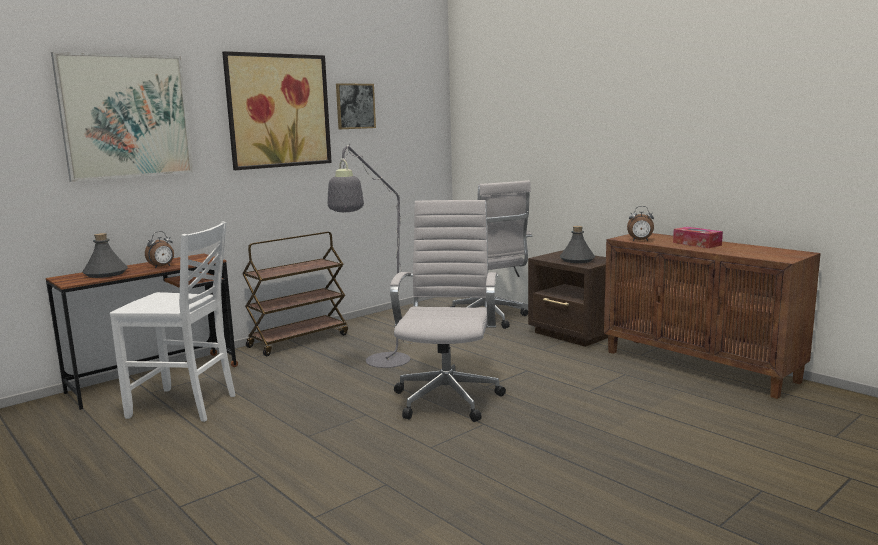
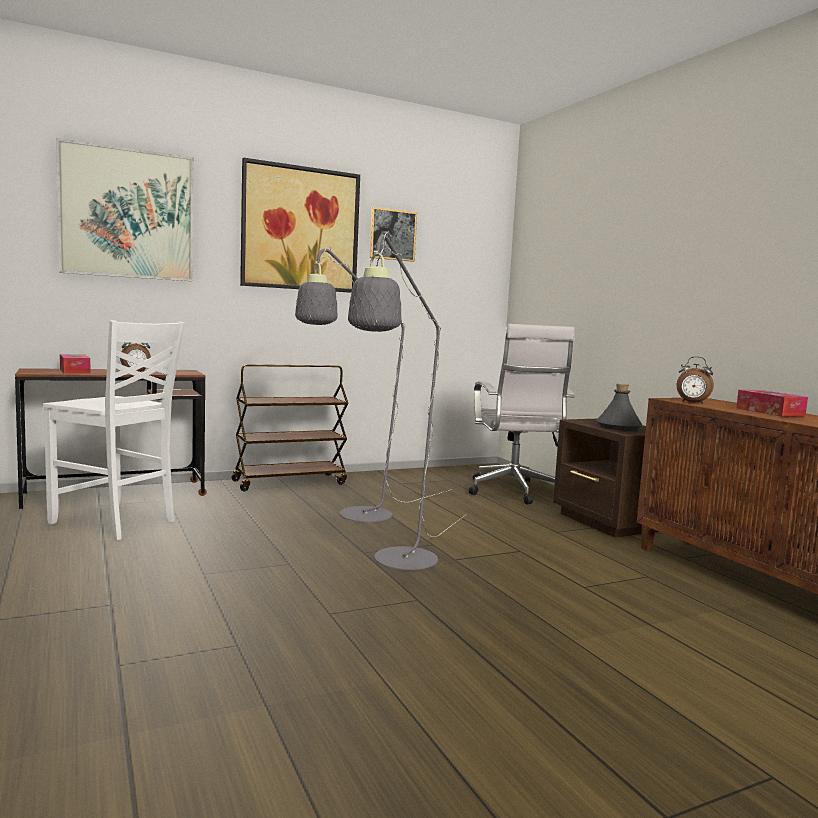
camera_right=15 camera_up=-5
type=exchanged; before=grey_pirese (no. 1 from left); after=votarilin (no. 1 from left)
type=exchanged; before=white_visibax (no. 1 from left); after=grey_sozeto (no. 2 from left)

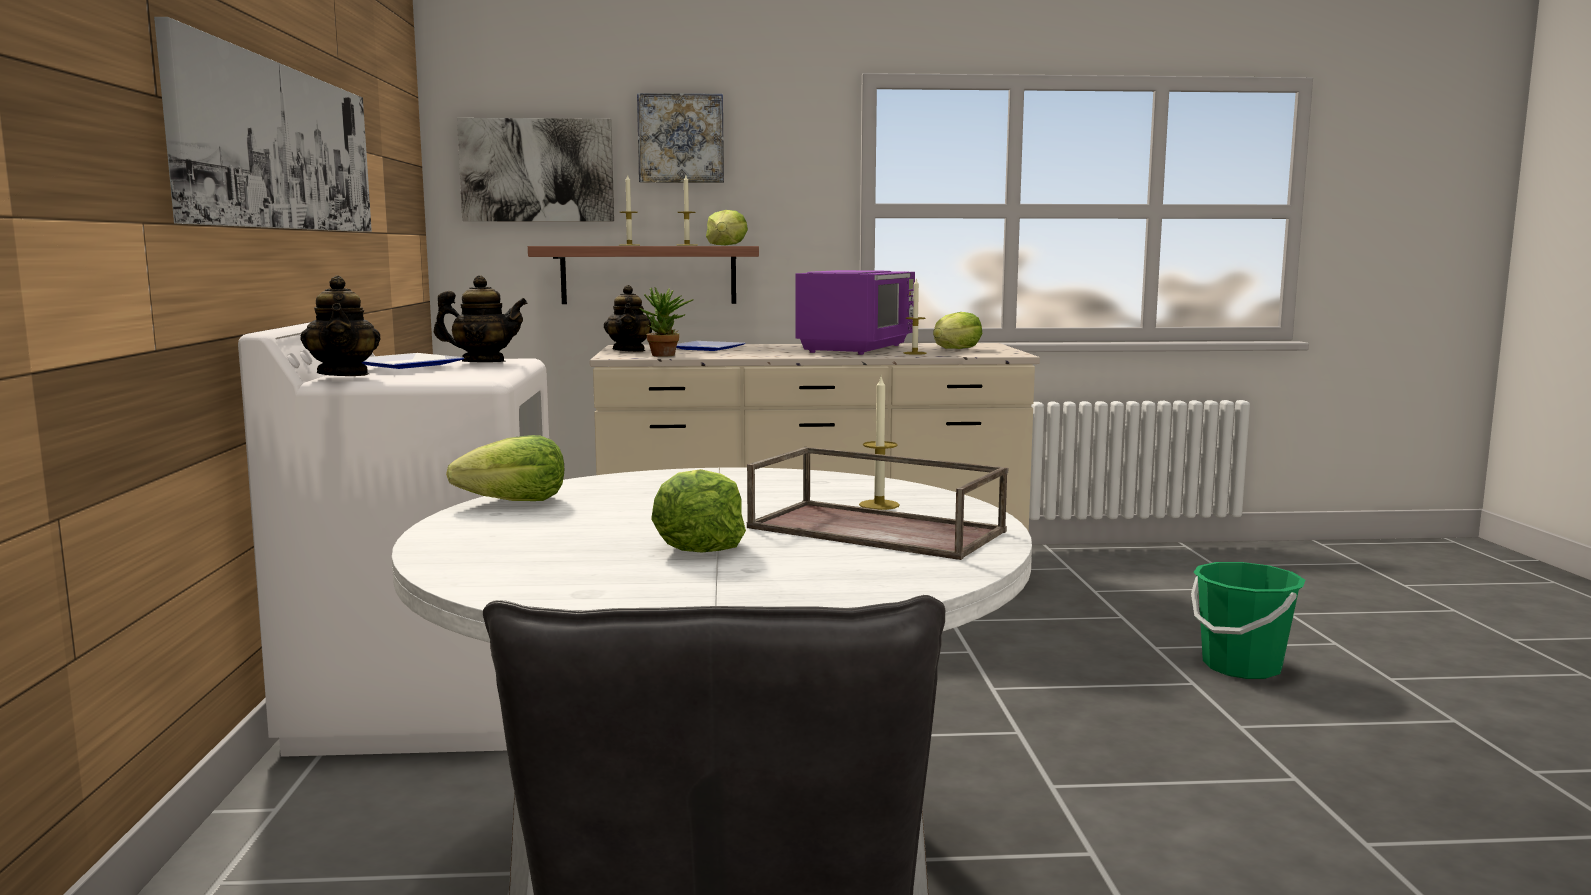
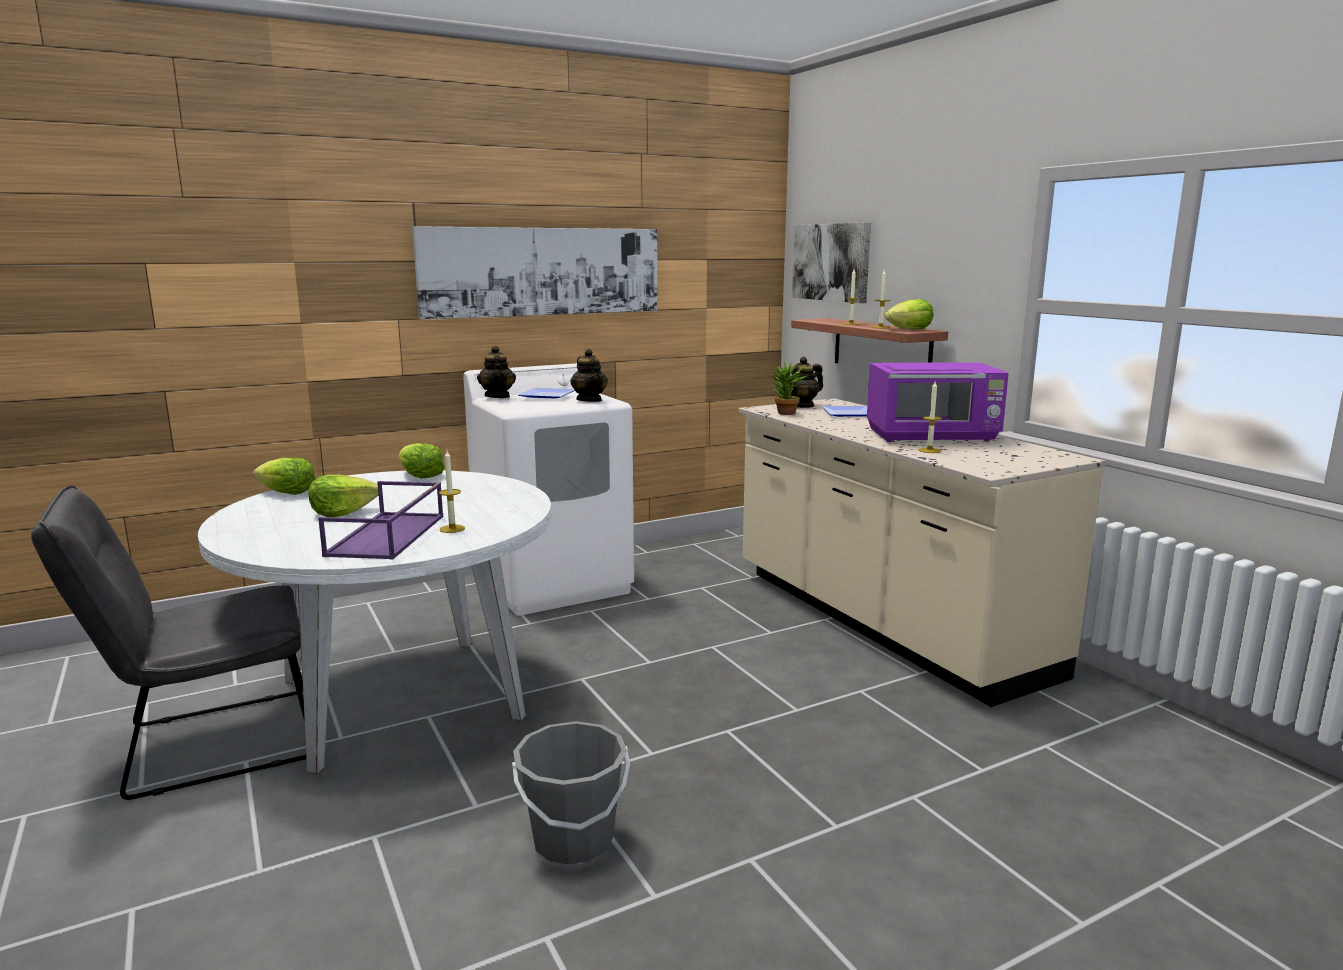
camera_right=65 camera_up=5
type=spun; before=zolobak (no. 1 from left); turn=-60
type=missing; before=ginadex (no. 3 from left)
type=colour; before=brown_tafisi; after=purple_tafisi
type=relocated; before=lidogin (no. 4 from left in the first image); after=lidogin (no. 1 from left)
type=missing; before=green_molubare
type=appeared; after=grey_molubare

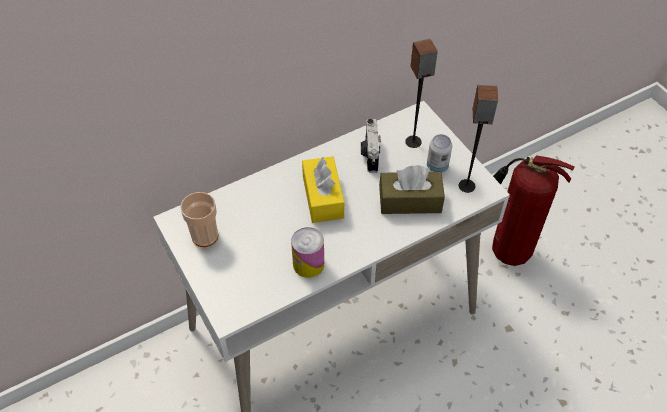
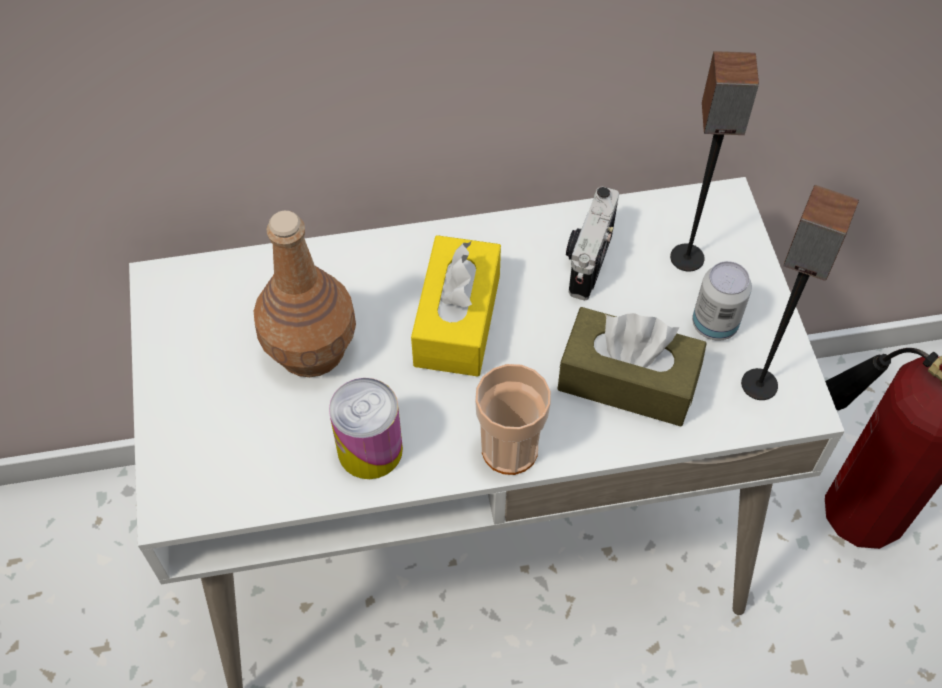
camera_right=20 camera_up=5
type=relocated; before=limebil
type=appeared; after=brown_pirese

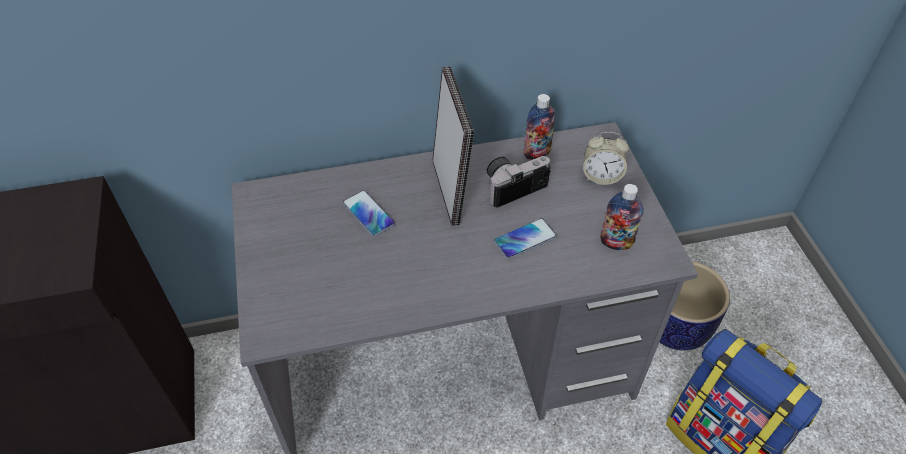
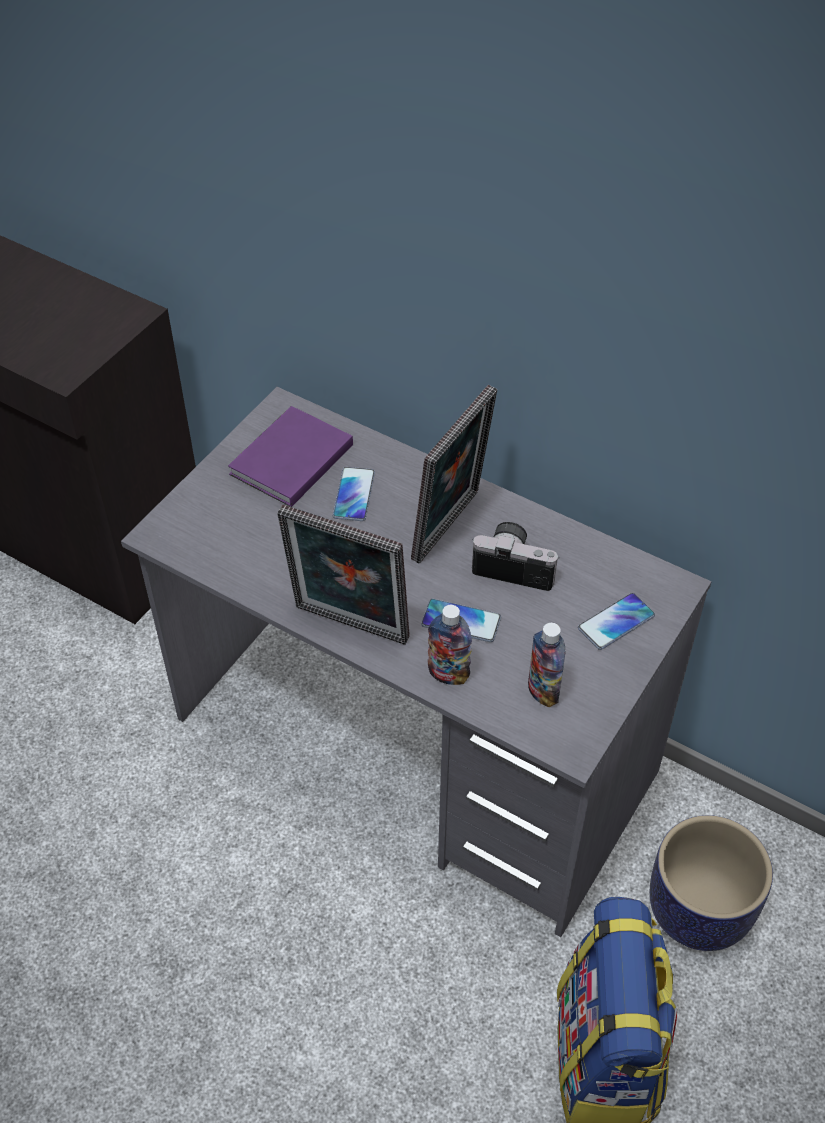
camera_right=45 camera_up=0
type=relocated; before=pirese (no. 1 from left)
type=exchanged; before=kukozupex; after=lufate (no. 3 from left)
type=appeared; after=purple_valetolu
type=appeared; after=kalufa (no. 1 from left)

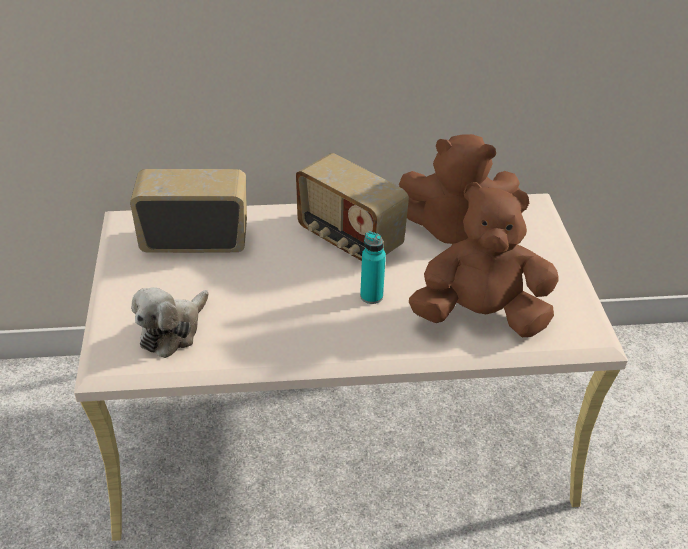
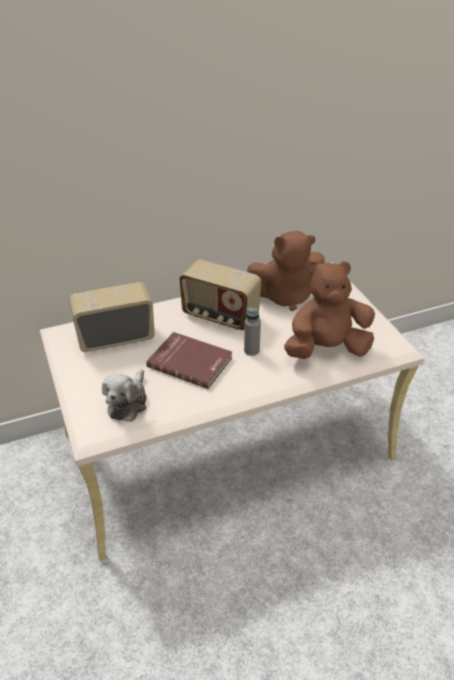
camera_right=-15 camera_up=0
type=colour; before=turquoise_pirese; after=grey_pirese
type=appeared; after=red_valetolu

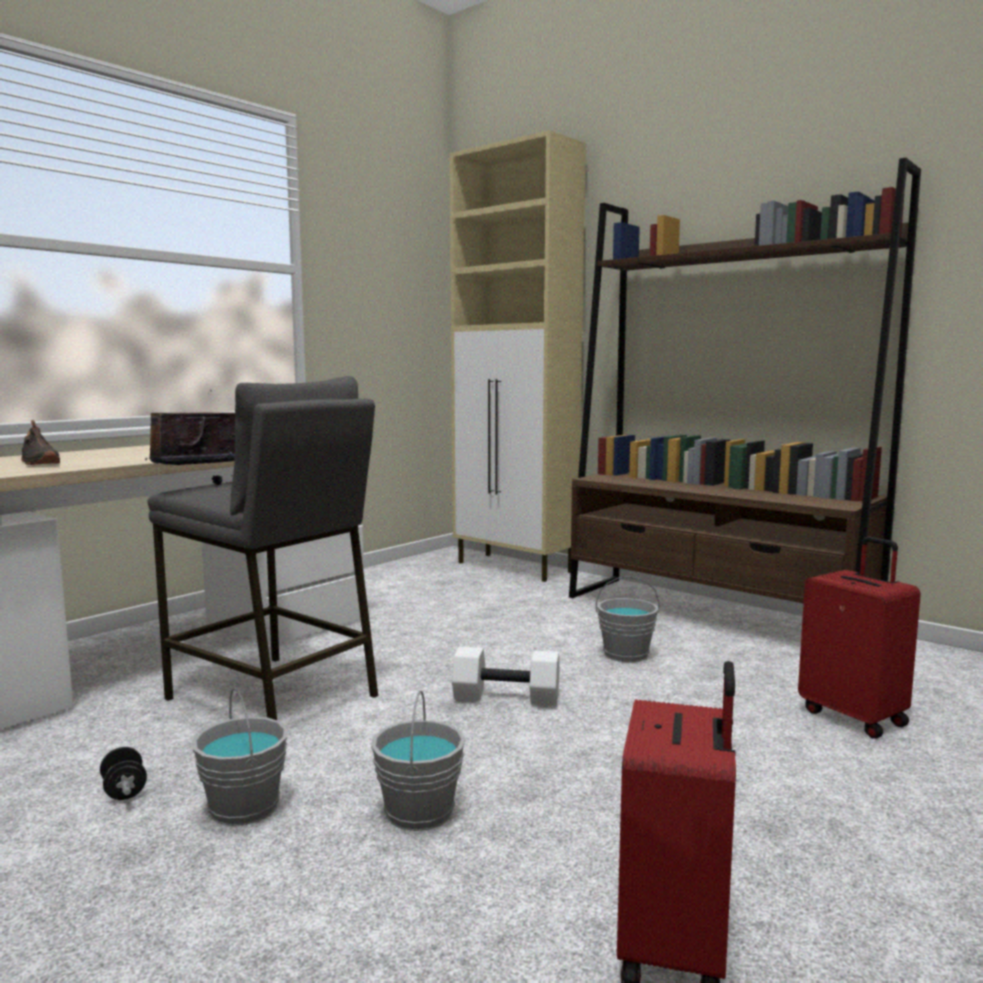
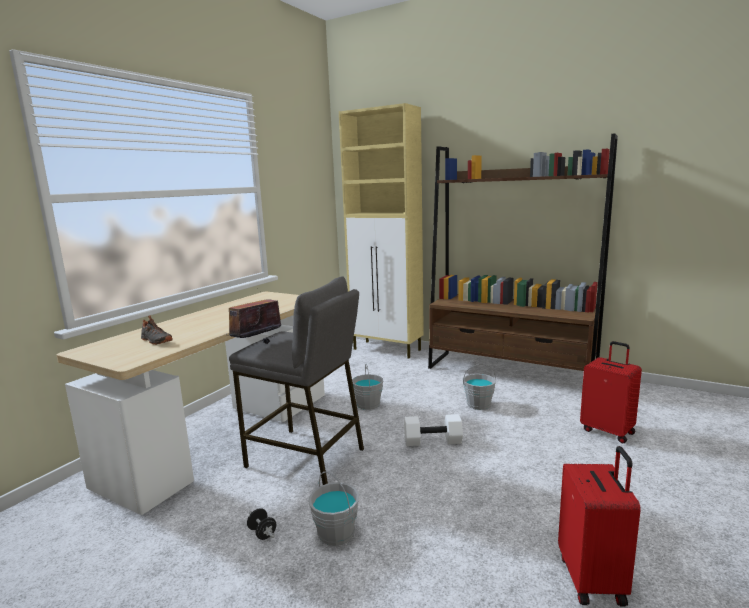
camera_right=-10 camera_up=5
type=relocated; before=grey_molubare (no. 2 from left)

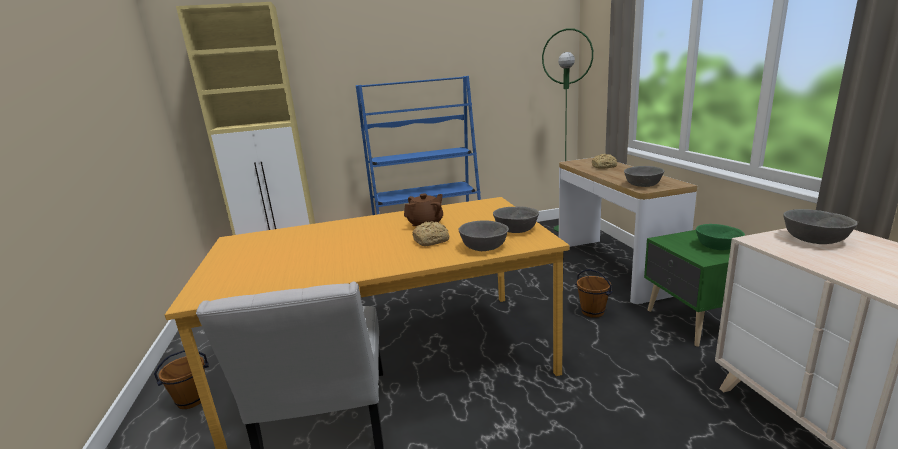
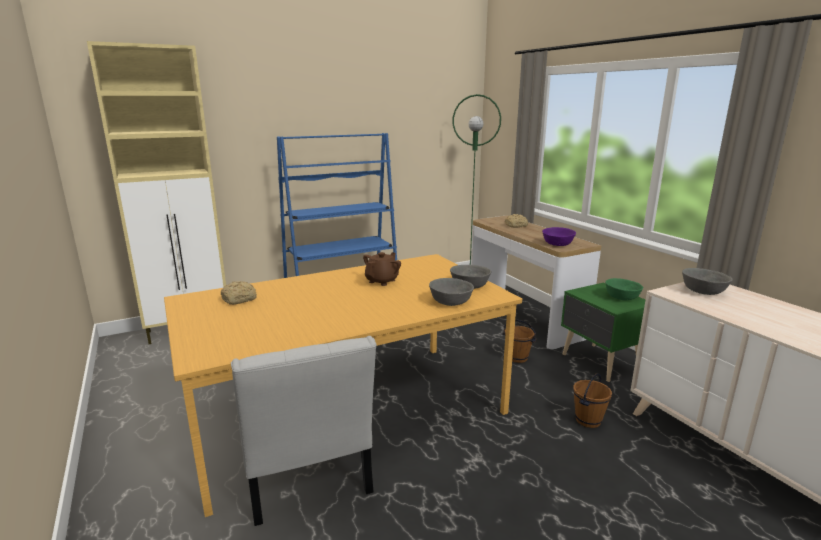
camera_right=-15 camera_up=0
type=relocated; before=brown_molubare (no. 1 from left in the first image); after=brown_molubare (no. 2 from left)
type=relocated; before=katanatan (no. 1 from left)
type=colour; before=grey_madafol (no. 3 from left); after=purple_madafol

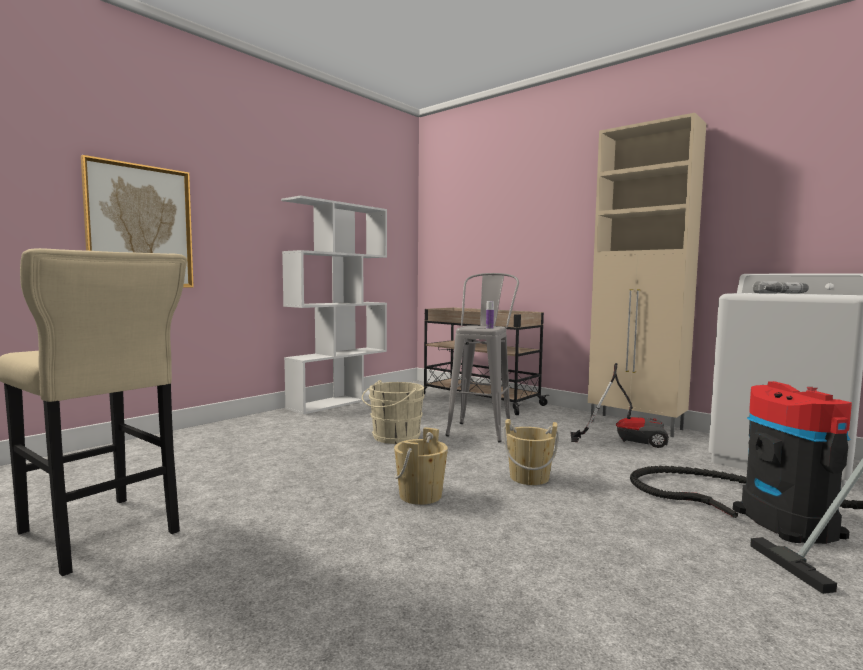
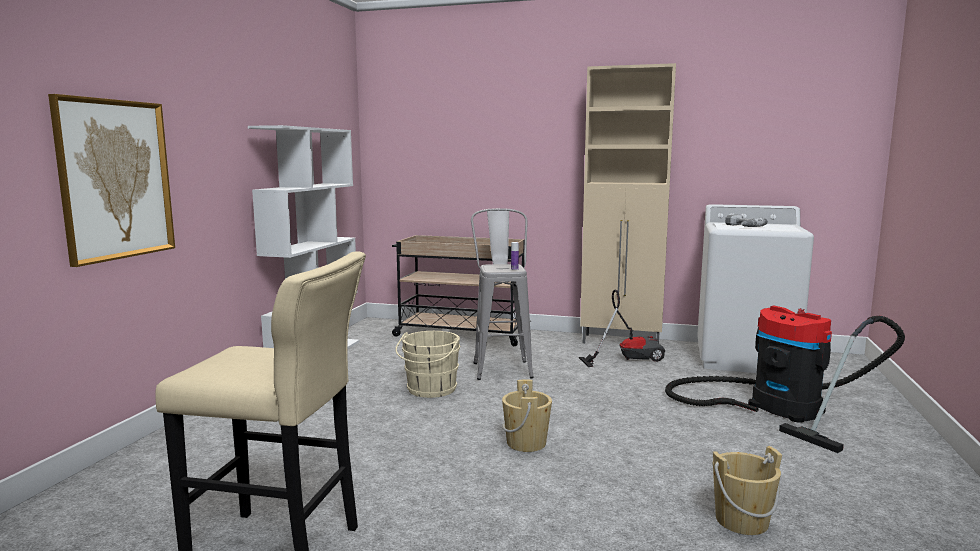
camera_right=-25 camera_up=5
type=relocated; before=beige_molubare (no. 3 from left)

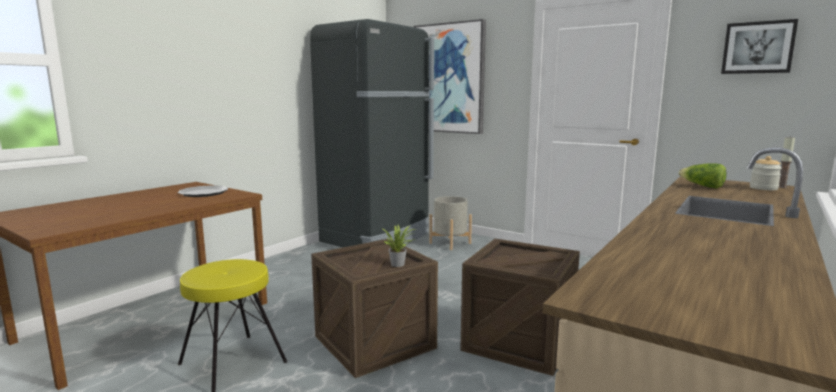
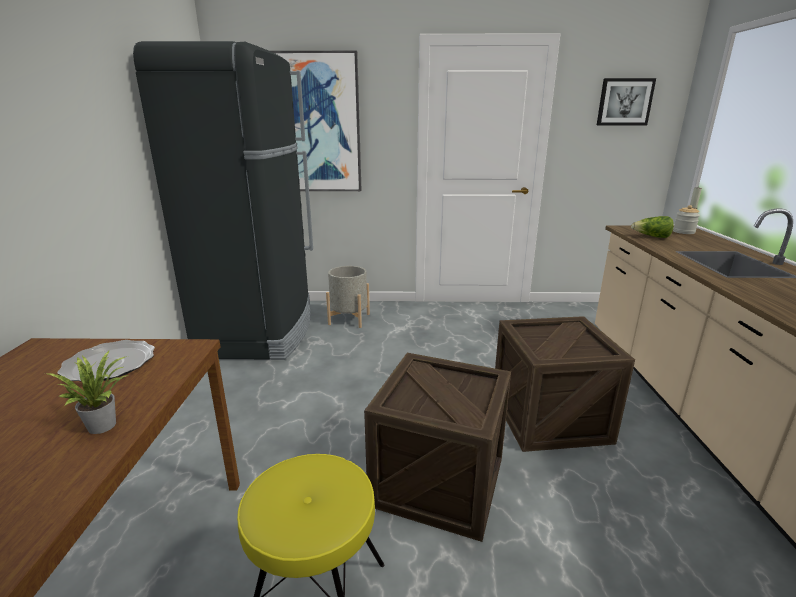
camera_right=-35 camera_up=10
type=relocated; before=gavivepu

